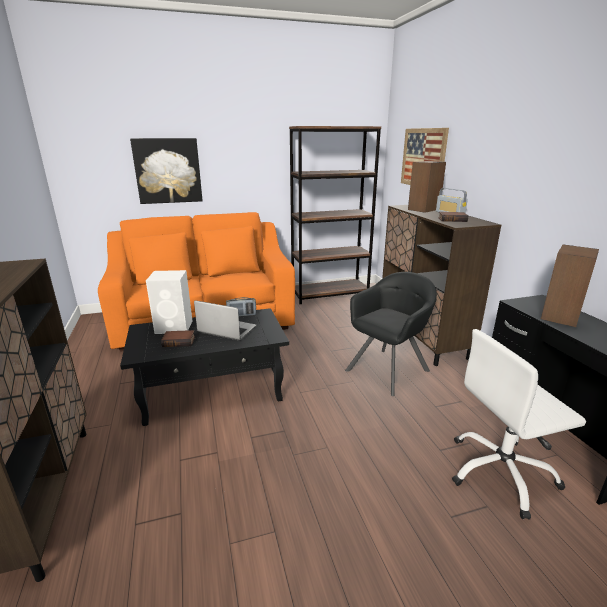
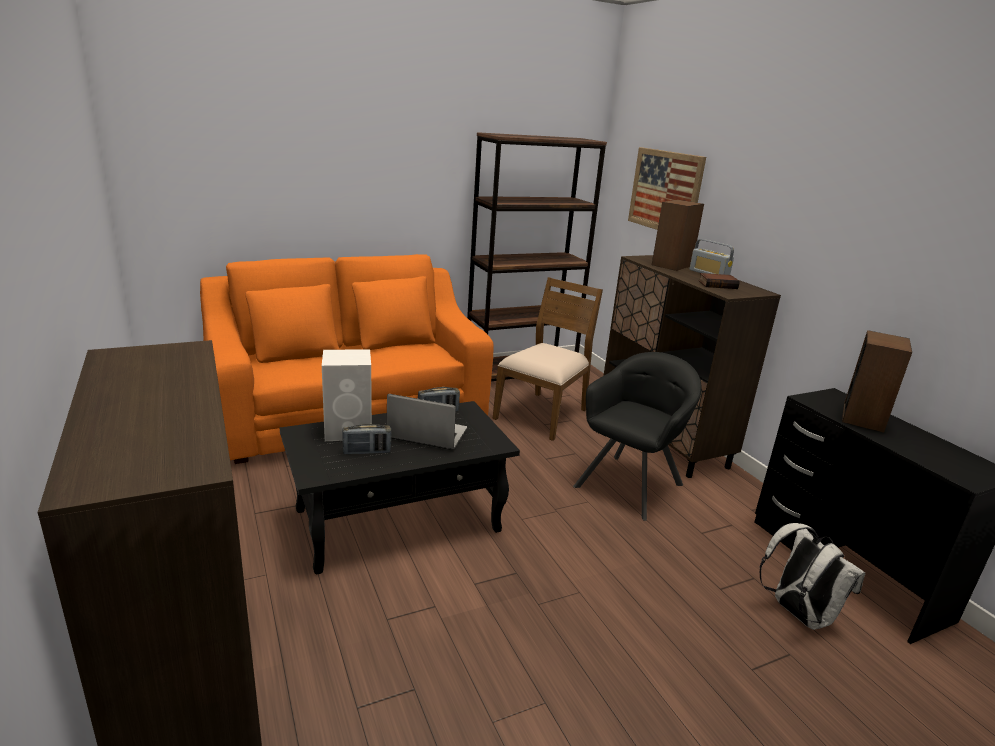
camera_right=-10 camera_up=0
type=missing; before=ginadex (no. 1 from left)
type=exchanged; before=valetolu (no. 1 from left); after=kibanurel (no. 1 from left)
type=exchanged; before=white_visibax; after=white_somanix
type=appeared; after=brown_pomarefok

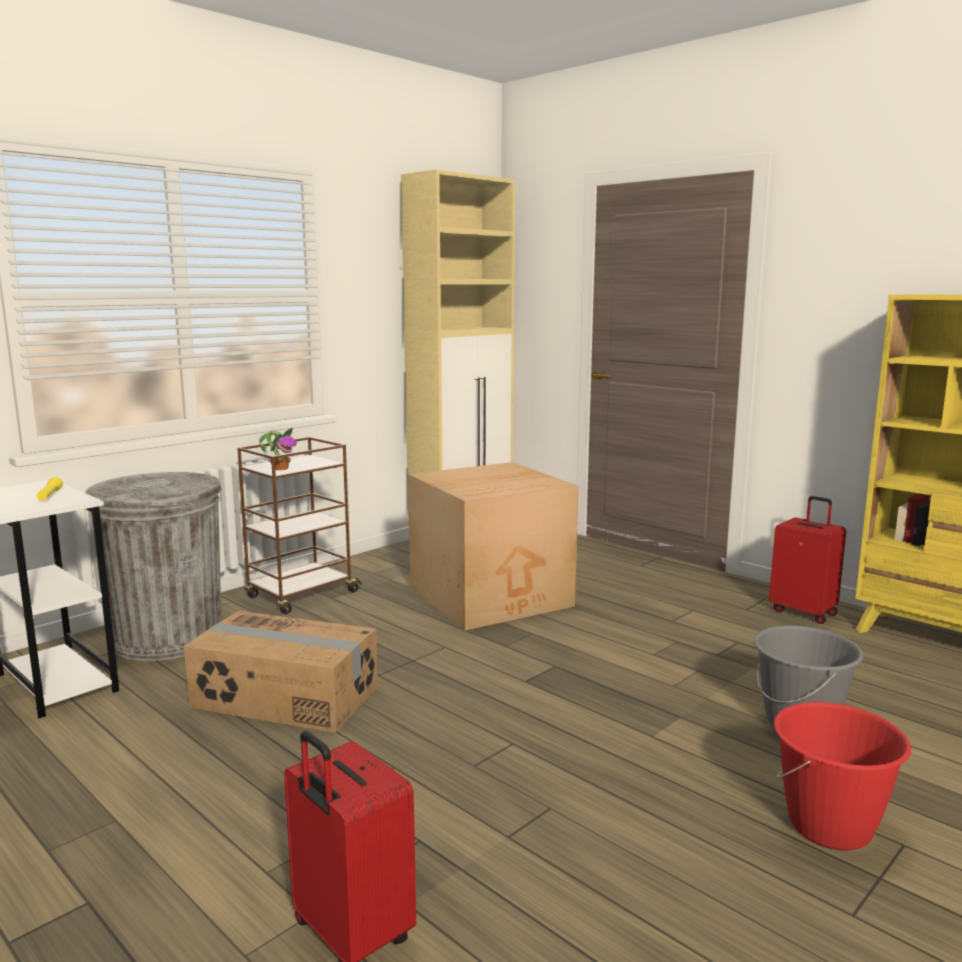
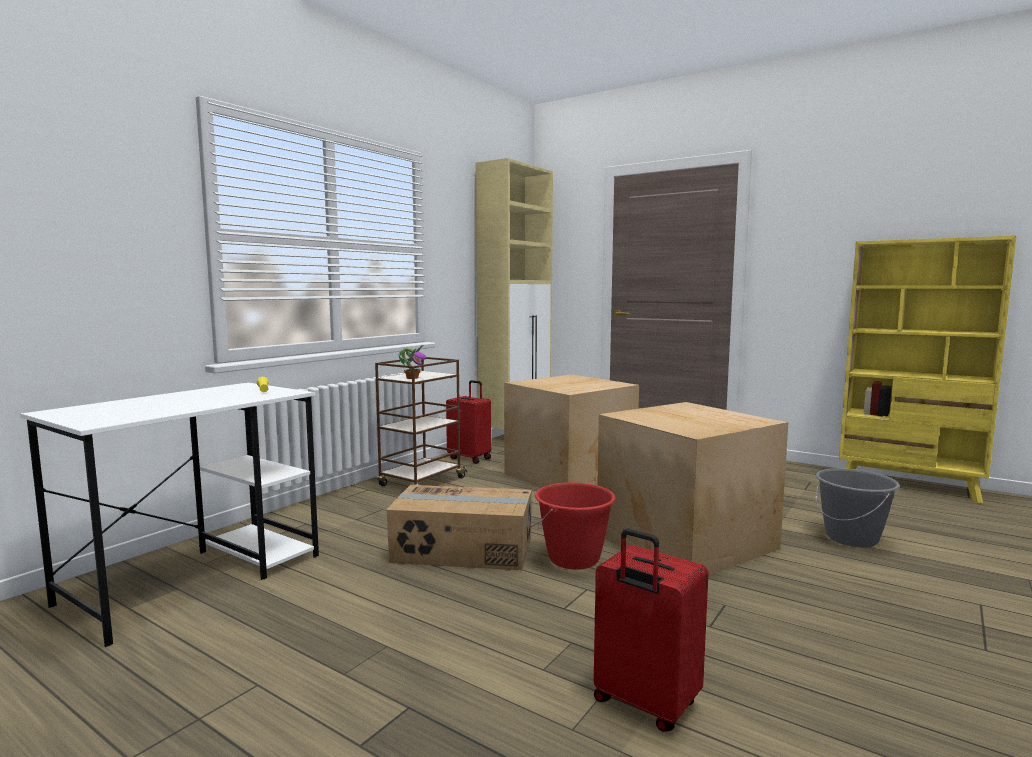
camera_right=-10 camera_up=-5
type=missing; before=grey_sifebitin
type=relocated; before=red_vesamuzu (no. 2 from left in the first image); after=red_vesamuzu (no. 1 from left)
type=relocated; before=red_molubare
type=appeared; after=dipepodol (no. 3 from left)

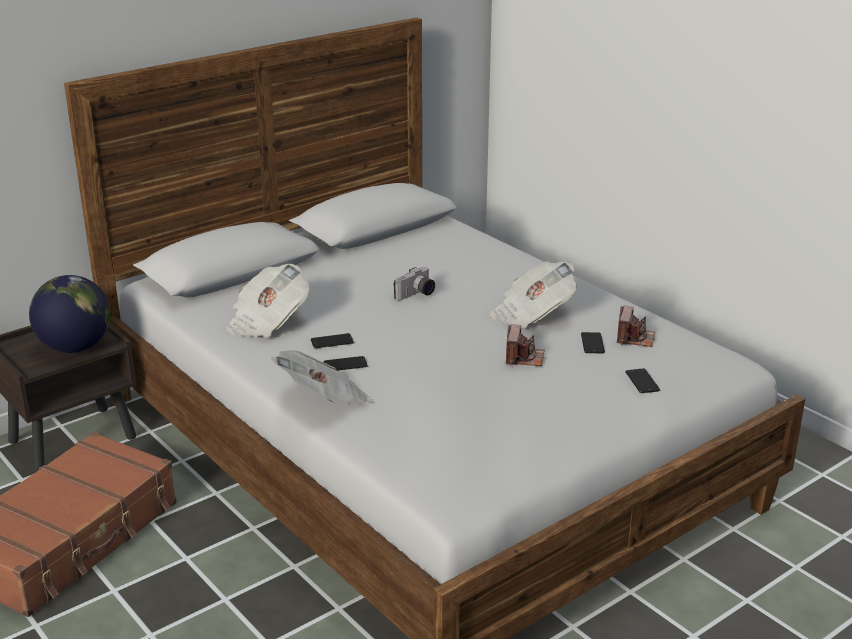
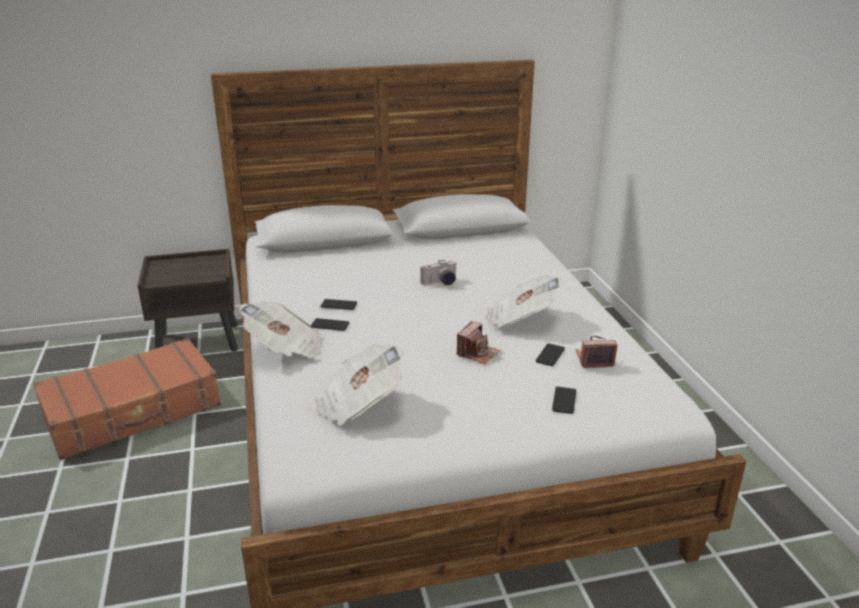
camera_right=25 camera_up=0
type=missing; before=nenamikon
type=relocated; before=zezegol (no. 1 from left in the first image); after=zezegol (no. 2 from left)
type=spun; before=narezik (no. 3 from left); turn=-135

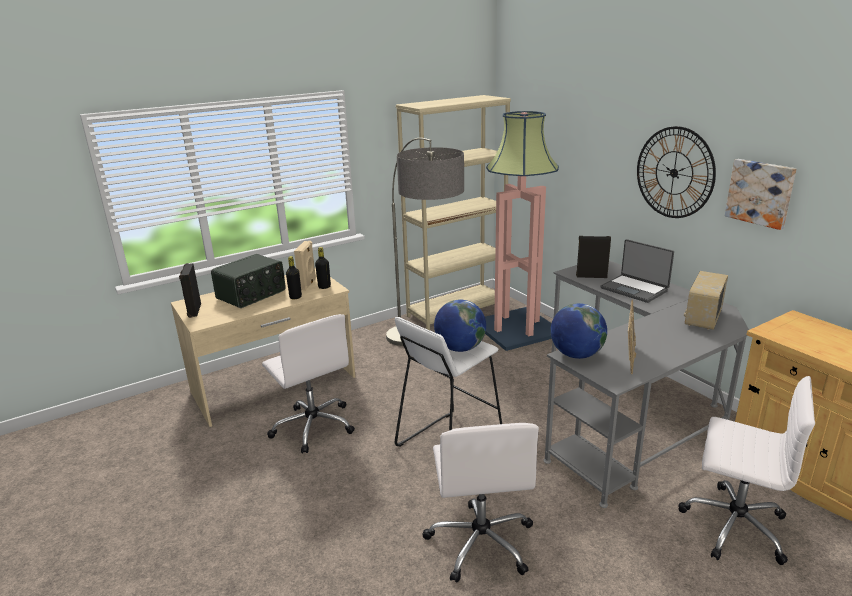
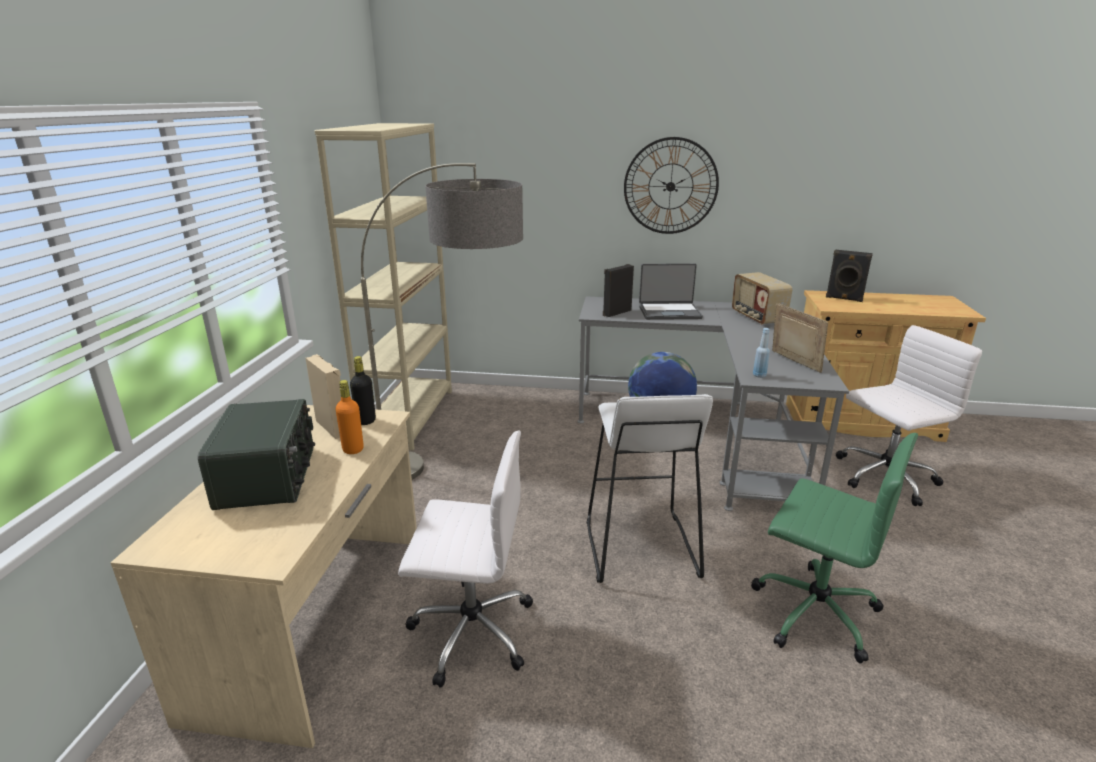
camera_right=-50 camera_up=0
type=relocated; before=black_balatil (no. 1 from left in the first image); after=black_balatil (no. 2 from left)
type=colour; before=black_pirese (no. 1 from left); after=orange_pirese
type=colour; before=white_visibax (no. 2 from left); after=green_visibax
type=missing; before=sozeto (no. 2 from left)
type=exchanged; before=nenamikon (no. 2 from left); after=blue_pirese
type=missing; before=ginadex

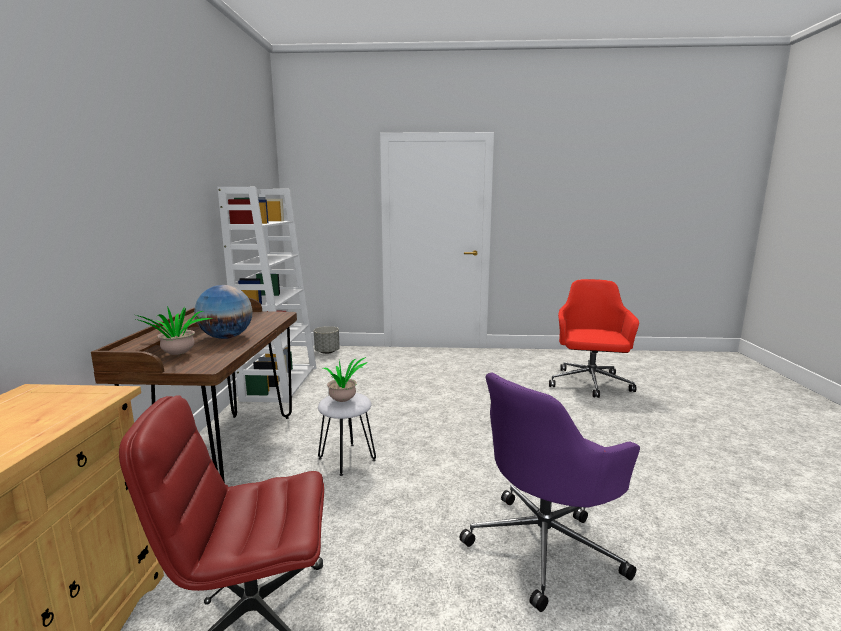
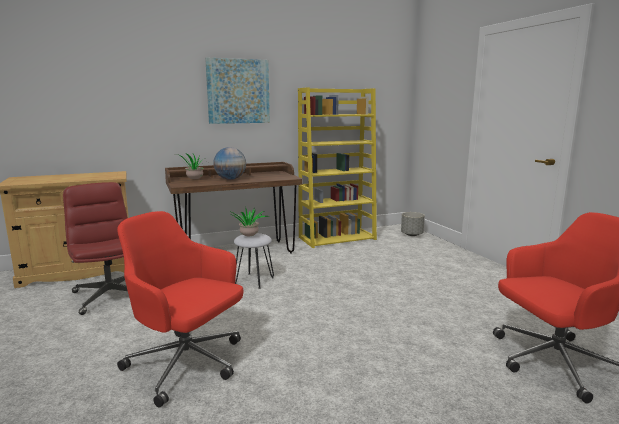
camera_right=65 camera_up=0
type=colour; before=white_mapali; after=yellow_mapali
type=colour; before=purple_visibax; after=red_visibax (no. 2 from left)
type=appeared; after=ginadex

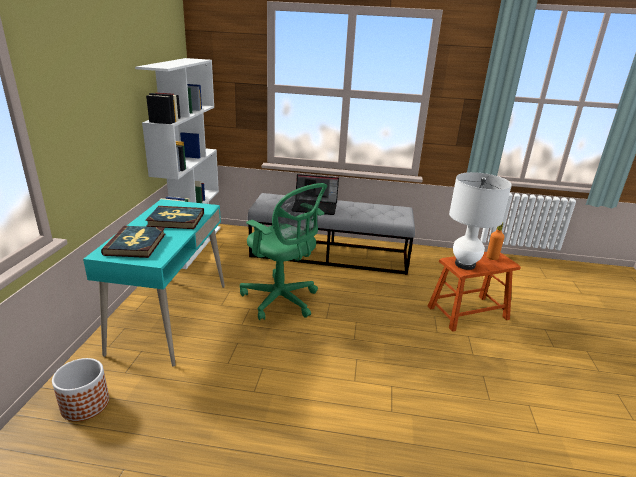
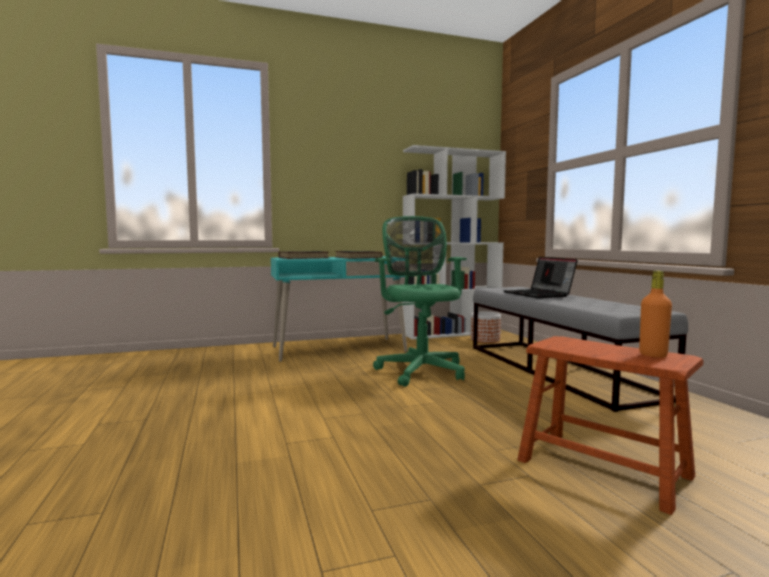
camera_right=65 camera_up=-20
type=relocated; before=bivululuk
type=spun; before=green_visibax; turn=150
type=missing; before=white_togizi

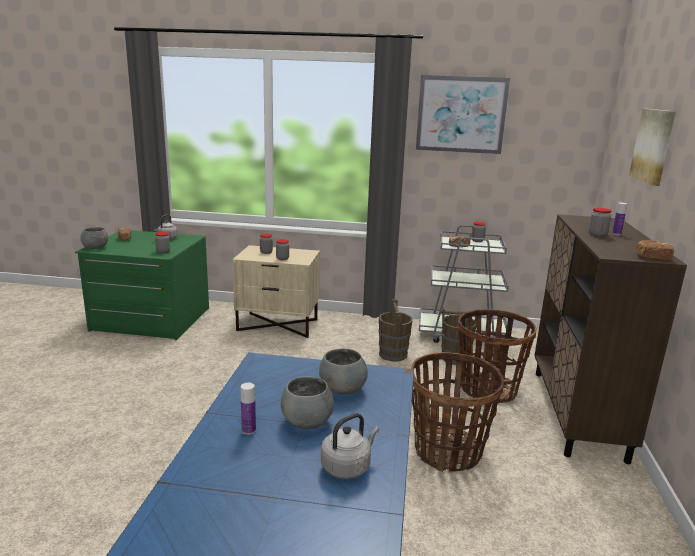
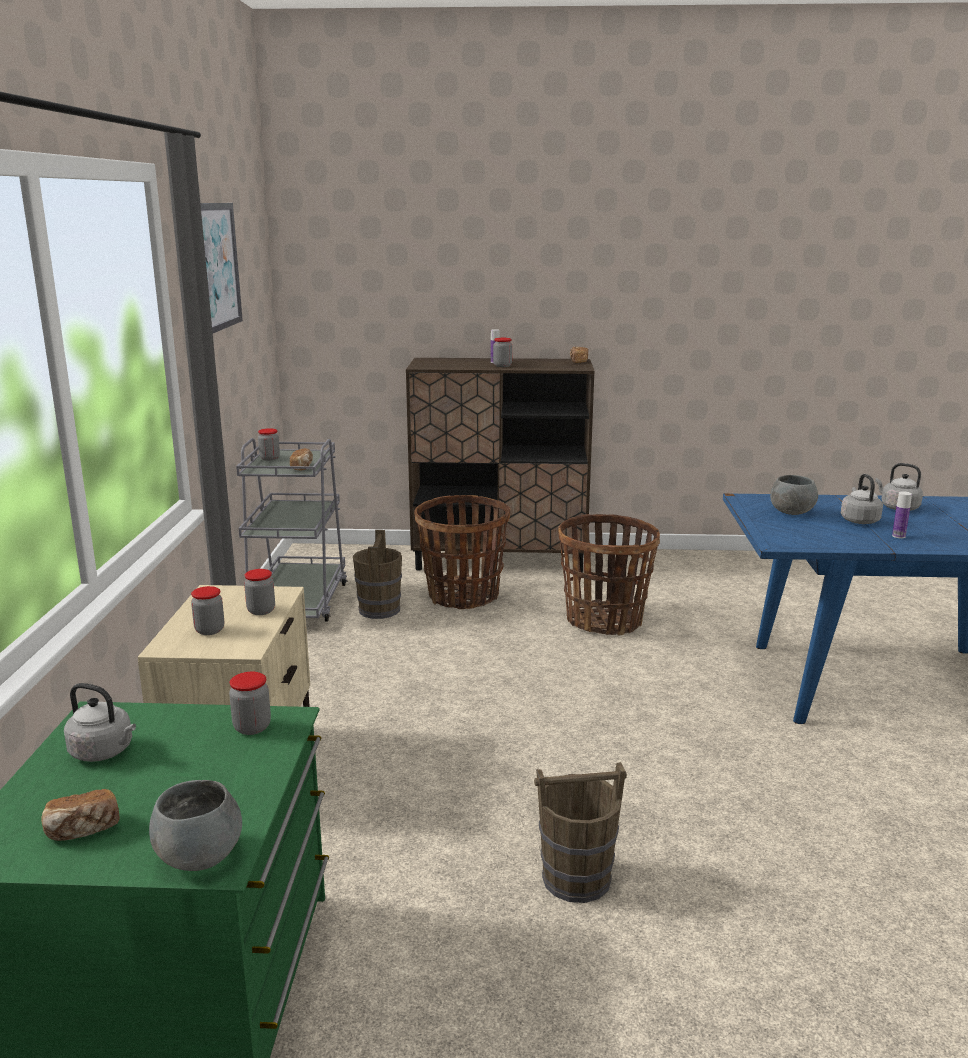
camera_right=-95 camera_up=0
type=exchanged; before=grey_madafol (no. 2 from left); after=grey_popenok (no. 2 from left)
type=relocated; before=brown_molubare (no. 1 from left in the first image); after=brown_molubare (no. 2 from left)
type=missing; before=ginadex (no. 2 from left)

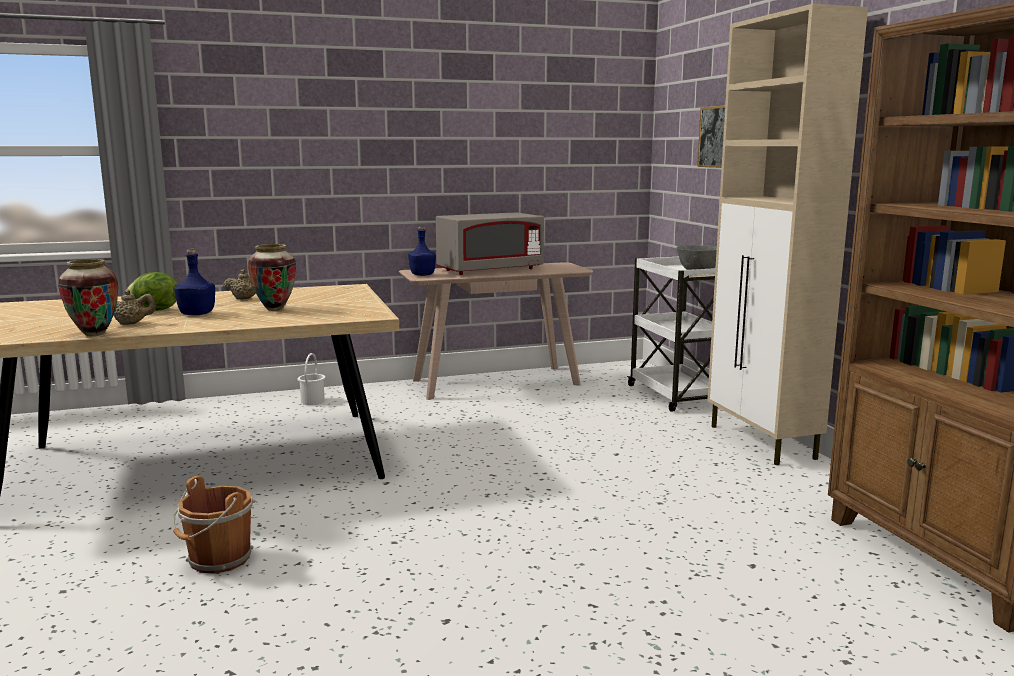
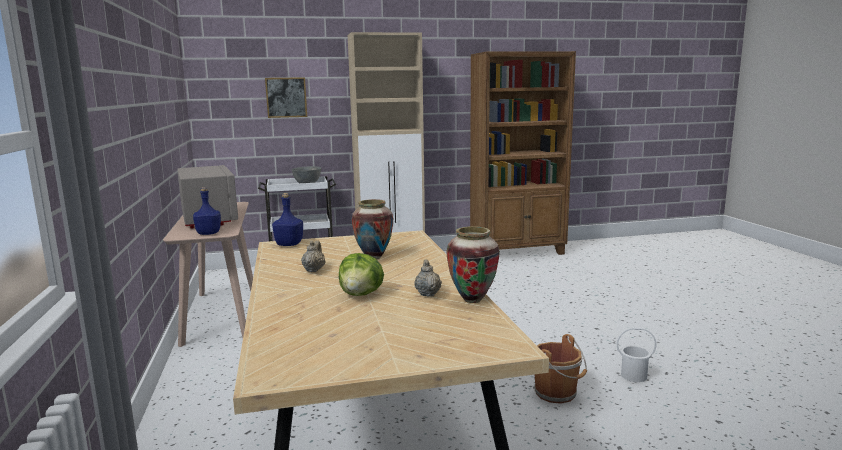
camera_right=-85 camera_up=0
type=relocated; before=blue_pirese (no. 1 from left in the first image); after=blue_pirese (no. 2 from left)
type=relocated; before=white_molubare

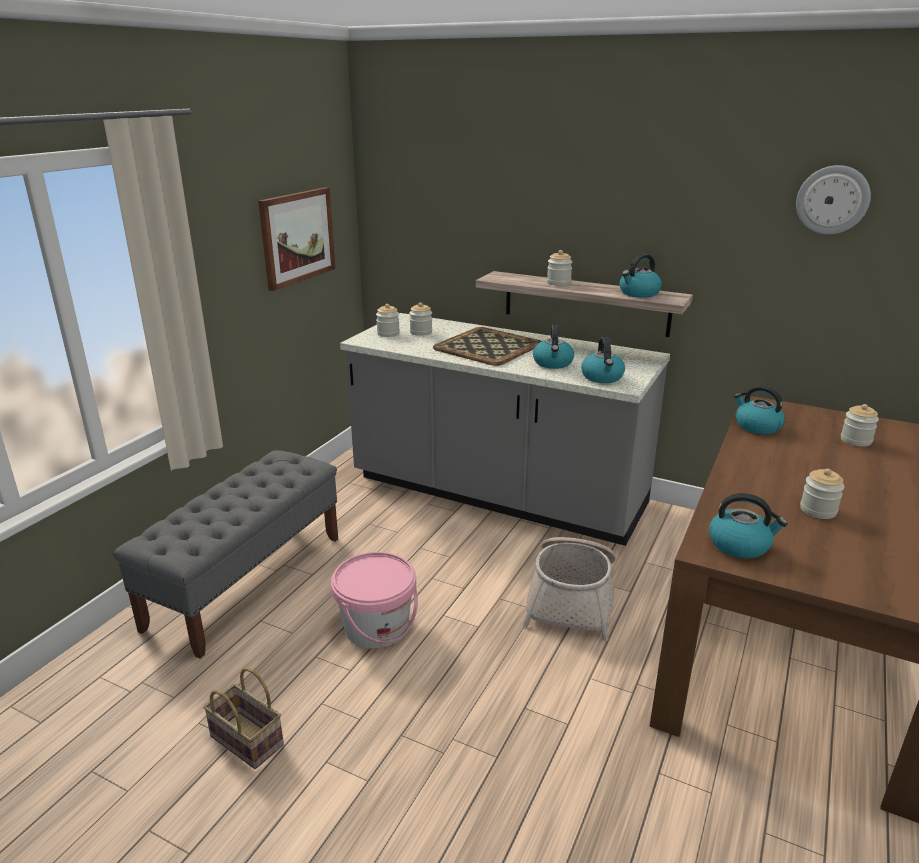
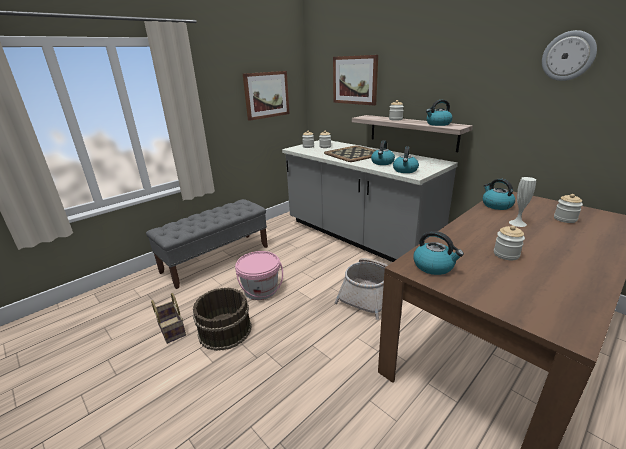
camera_right=20 camera_up=0
type=appeared; after=brown_molubare
type=appeared; after=ginadex (no. 2 from left)
type=appeared; after=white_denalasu

